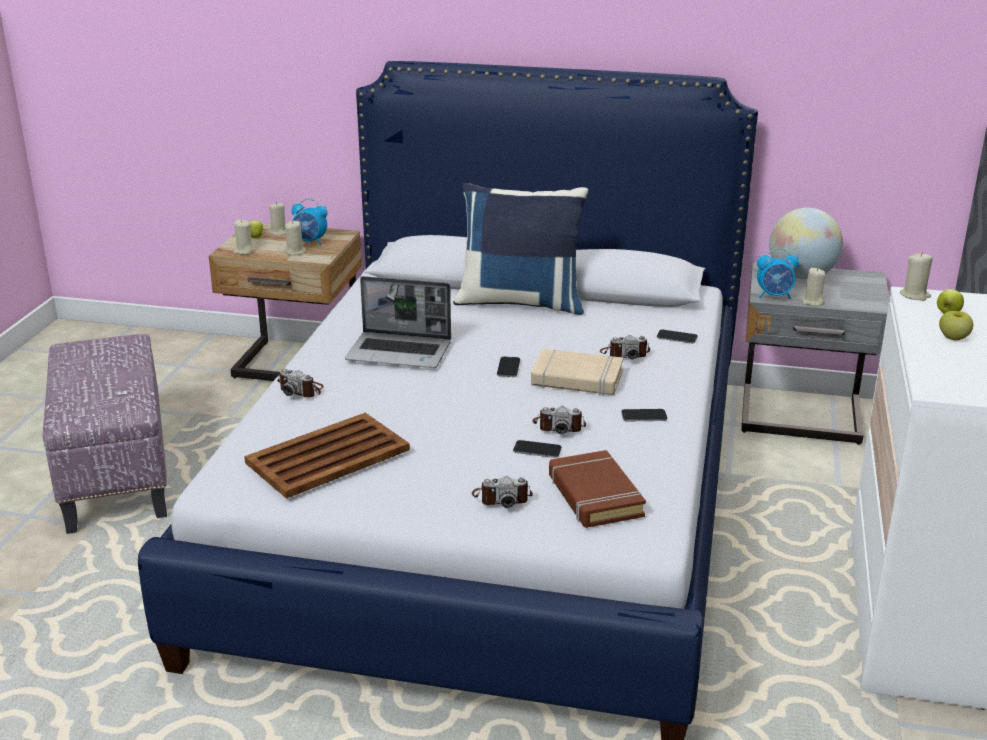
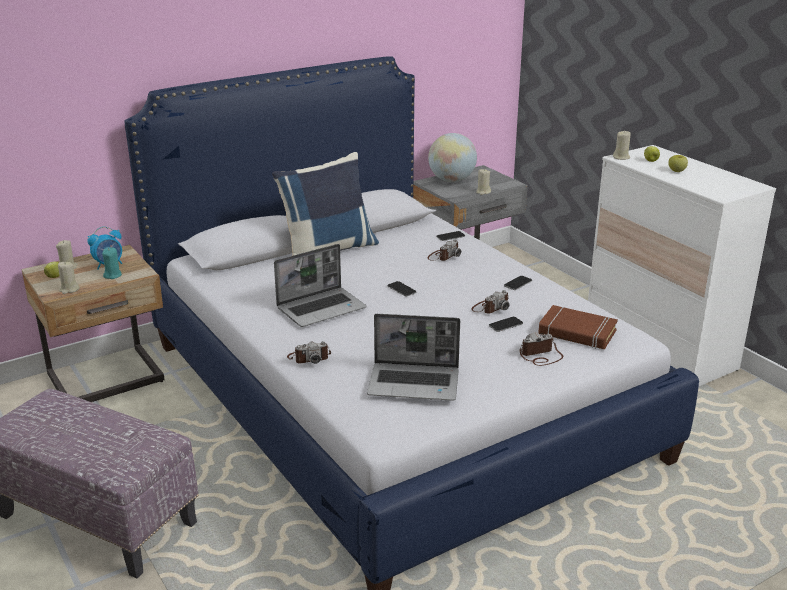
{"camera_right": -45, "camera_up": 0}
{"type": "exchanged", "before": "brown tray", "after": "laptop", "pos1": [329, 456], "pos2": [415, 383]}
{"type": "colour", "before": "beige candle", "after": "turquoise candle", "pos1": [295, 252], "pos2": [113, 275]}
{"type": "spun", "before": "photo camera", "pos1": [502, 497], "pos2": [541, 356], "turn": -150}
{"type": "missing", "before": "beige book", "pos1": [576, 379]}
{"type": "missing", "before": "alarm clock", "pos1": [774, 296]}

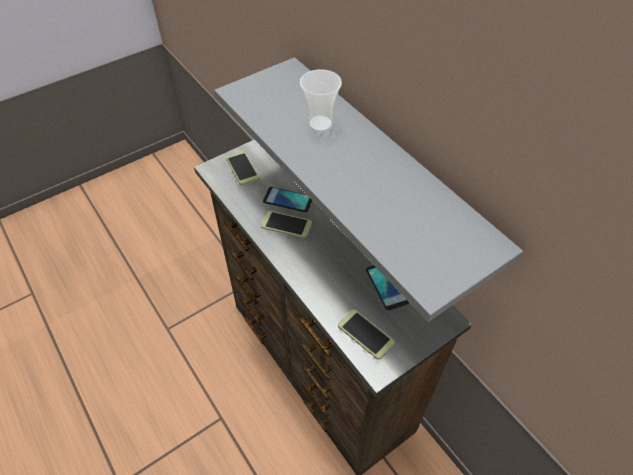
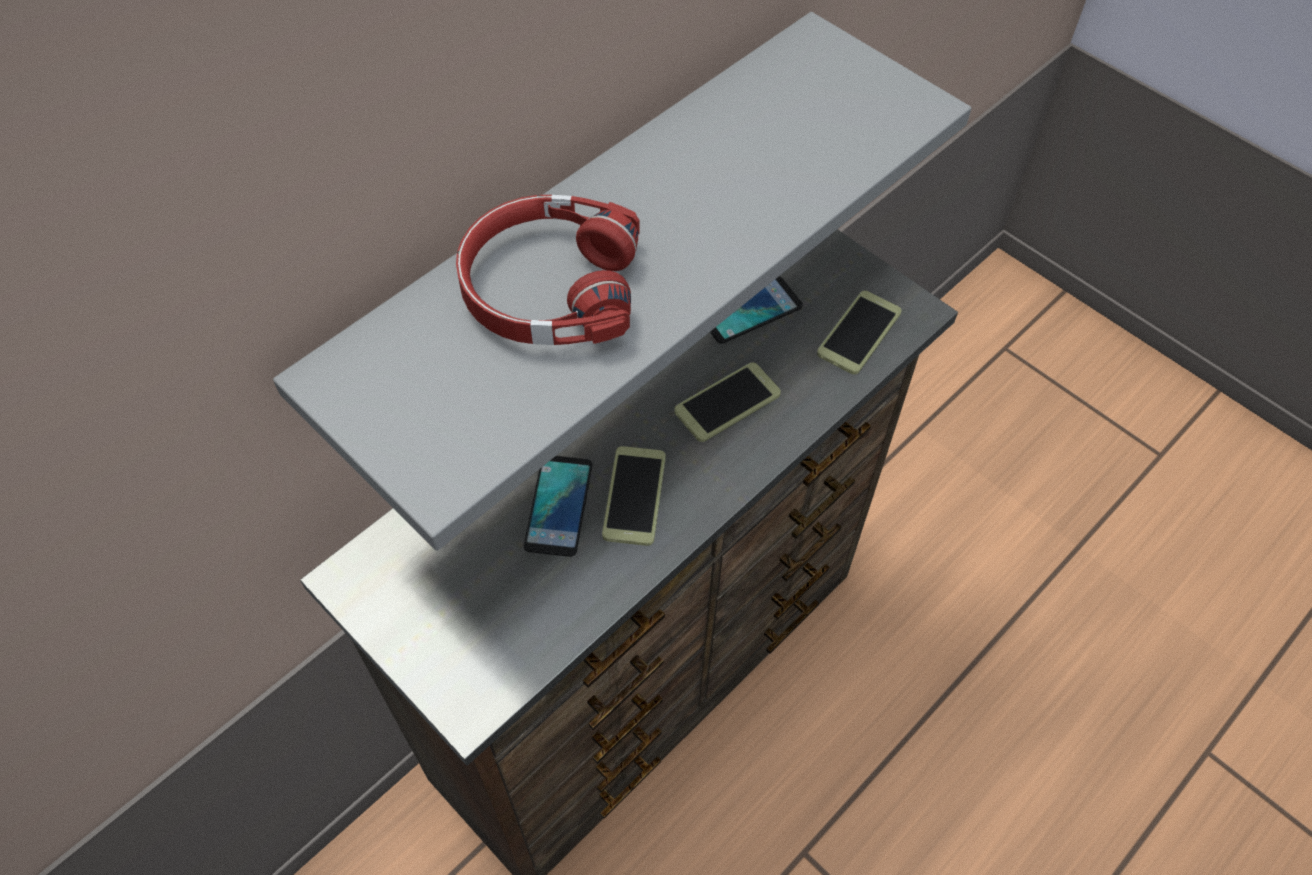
{"camera_right": -100, "camera_up": 5}
{"type": "relocated", "before": "phone", "pos1": [242, 168], "pos2": [727, 402]}
{"type": "exchanged", "before": "cup", "after": "red headphones", "pos1": [320, 124], "pos2": [548, 287]}

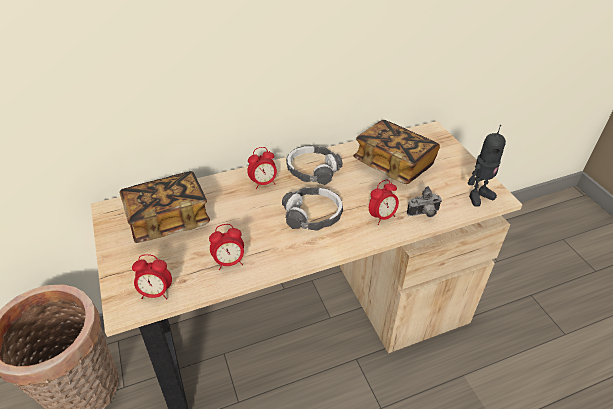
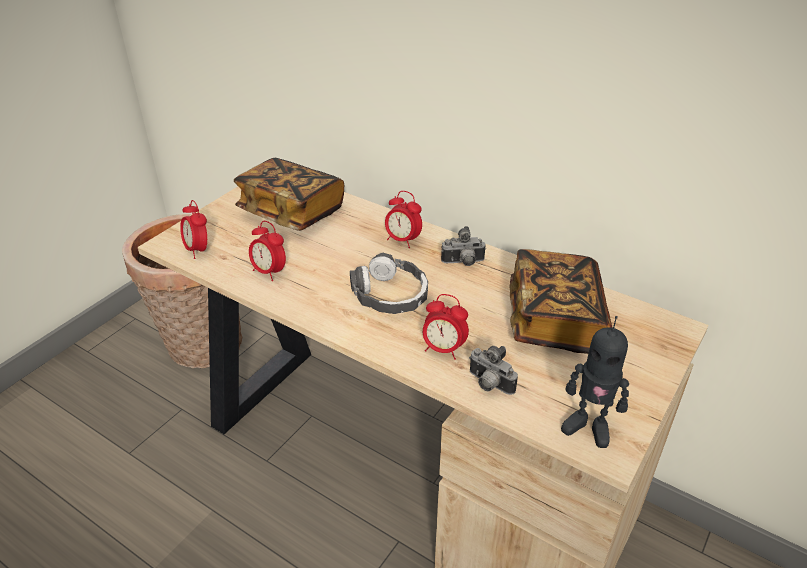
{"camera_right": 55, "camera_up": -5}
{"type": "exchanged", "before": "headphones", "after": "photo camera", "pos1": [312, 170], "pos2": [463, 263]}

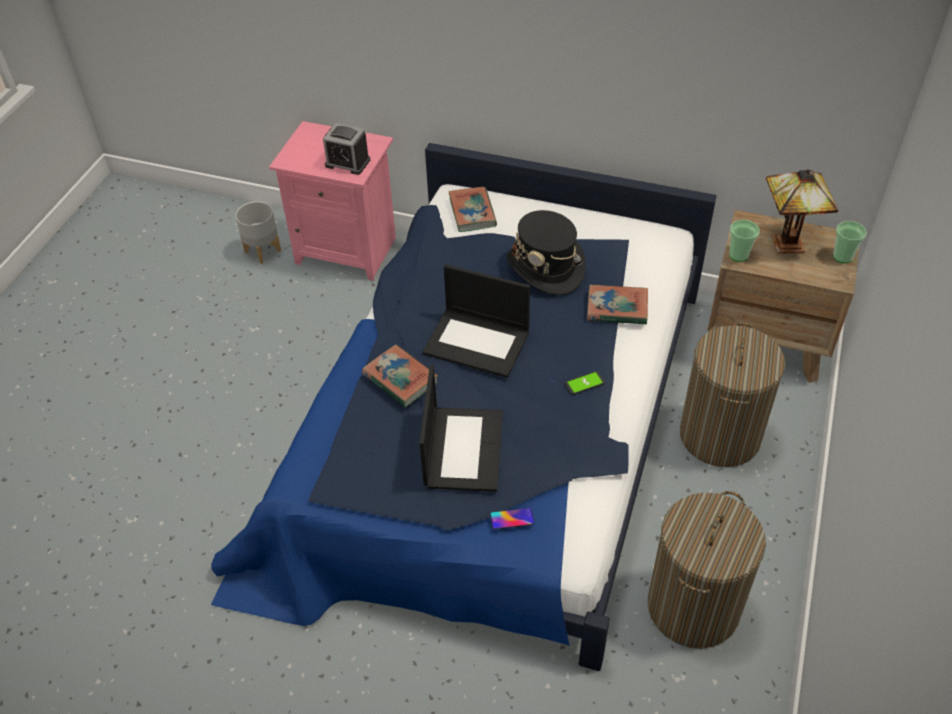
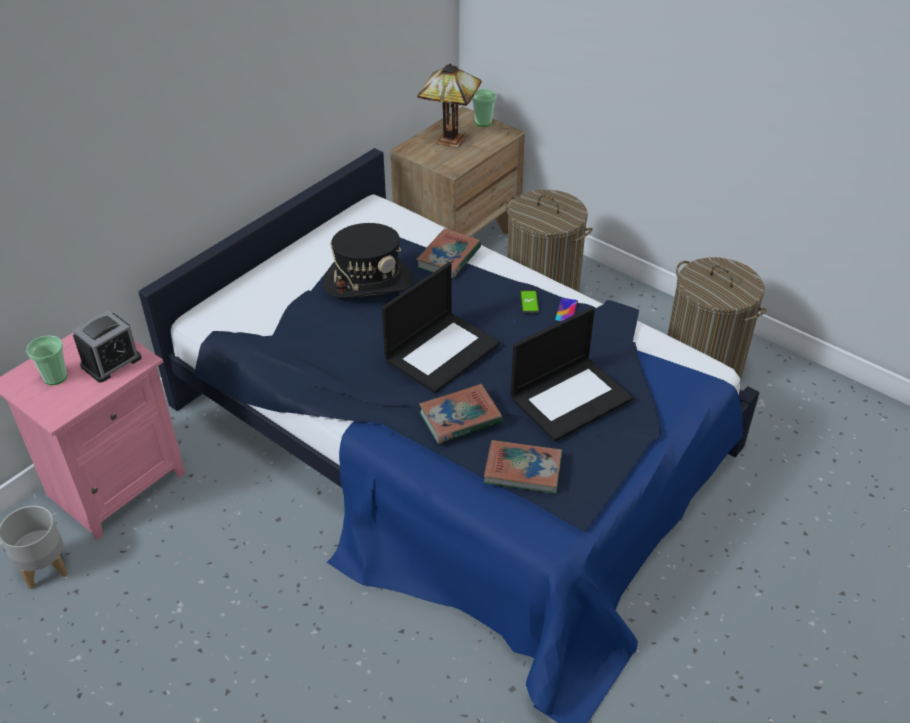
{"camera_right": -70, "camera_up": -5}
{"type": "spun", "before": "laptop", "pos1": [462, 448], "pos2": [571, 397], "turn": 120}
{"type": "relocated", "before": "book", "pos1": [472, 212], "pos2": [523, 470]}
{"type": "relocated", "before": "phone", "pos1": [512, 519], "pos2": [566, 311]}
{"type": "relocated", "before": "cup", "pos1": [738, 255], "pos2": [55, 377]}

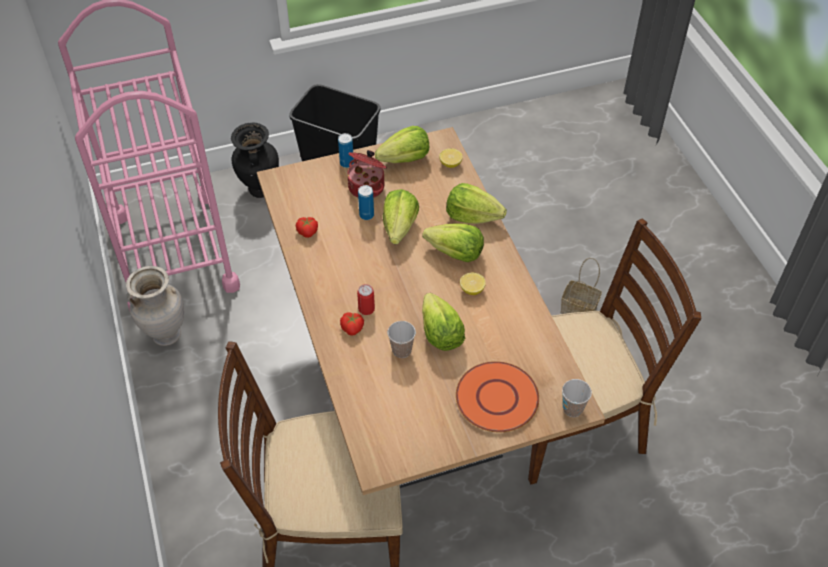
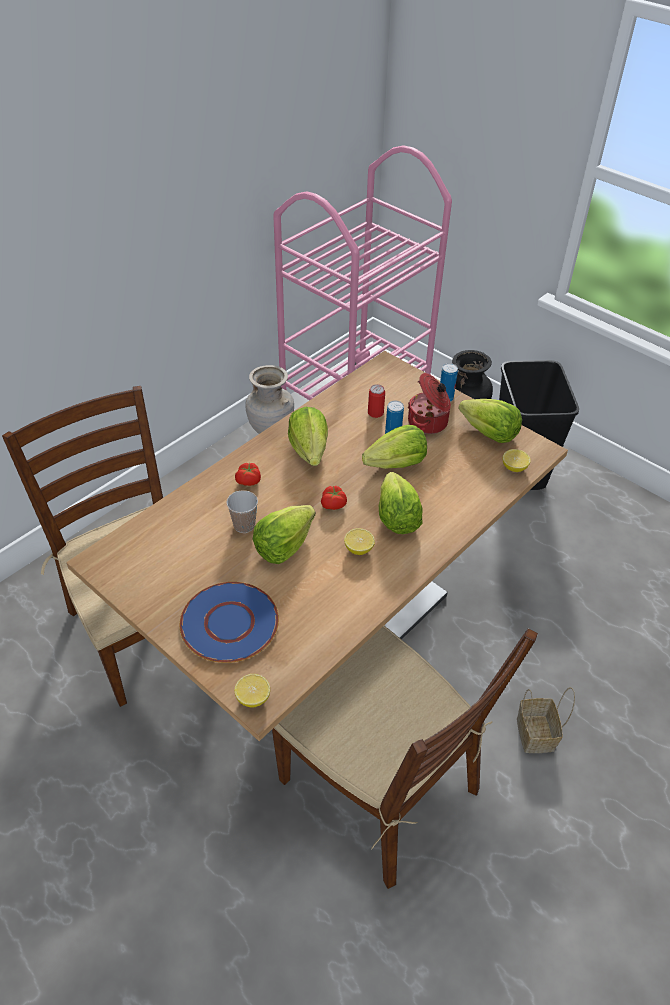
{"camera_right": 60, "camera_up": -5}
{"type": "relocated", "before": "tomato", "pos1": [308, 231], "pos2": [334, 504]}
{"type": "relocated", "before": "can", "pos1": [366, 309], "pos2": [375, 413]}
{"type": "relocated", "before": "lettuce", "pos1": [472, 216], "pos2": [309, 450]}
{"type": "colour", "before": "orange plate", "after": "blue plate", "pos1": [496, 398], "pos2": [229, 623]}
{"type": "exchanged", "before": "cup", "after": "lemon", "pos1": [572, 409], "pos2": [253, 698]}

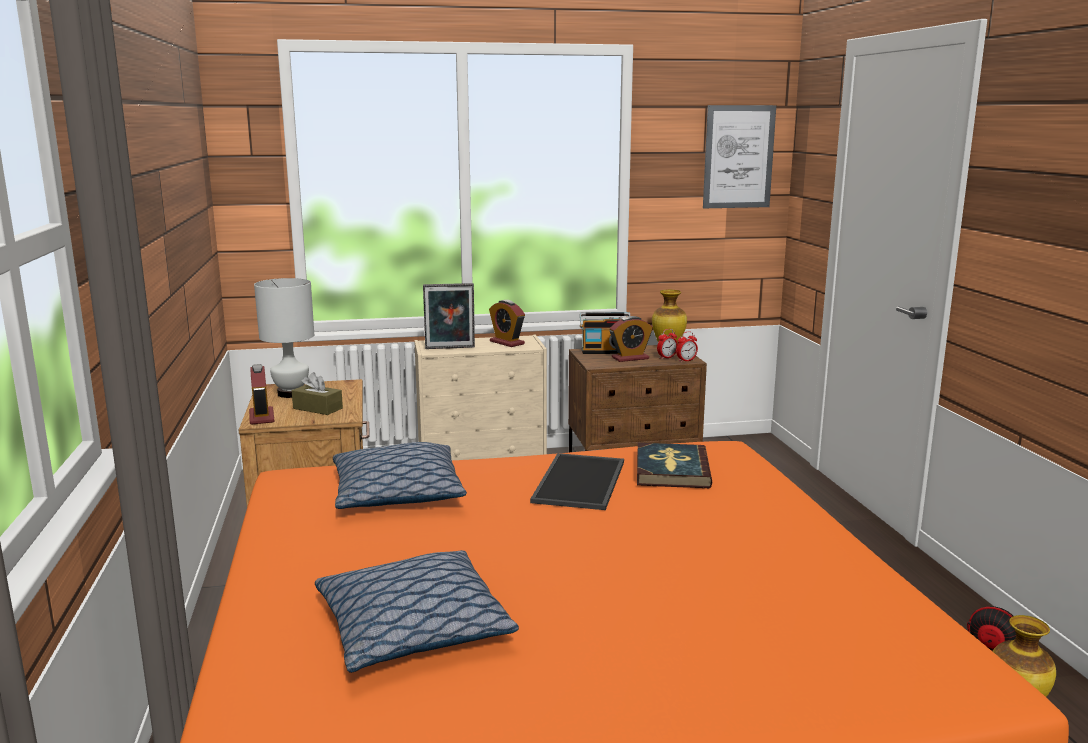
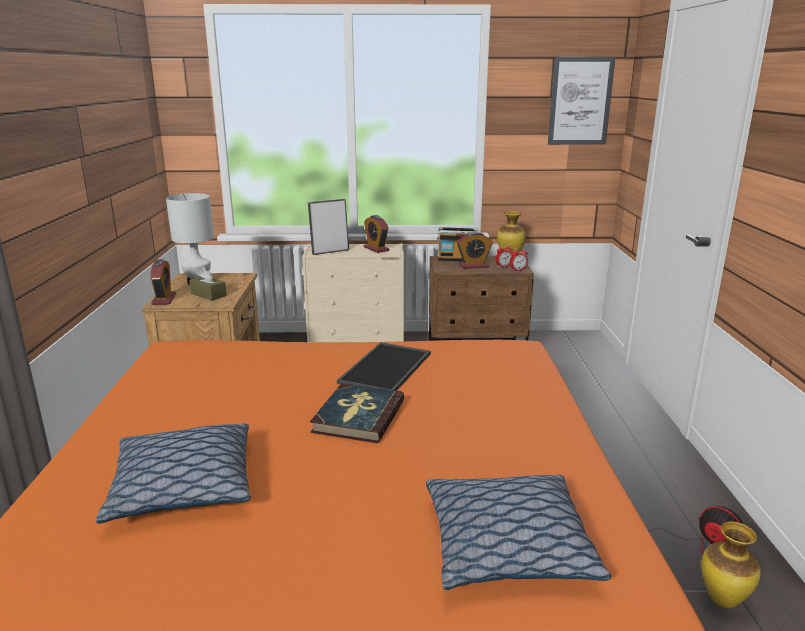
{"camera_right": 10, "camera_up": 5}
{"type": "relocated", "before": "pillow", "pos1": [397, 494], "pos2": [508, 546]}
{"type": "spun", "before": "picture frame", "pos1": [450, 348], "pos2": [329, 251], "turn": 150}
{"type": "relocated", "before": "book", "pos1": [671, 470], "pos2": [358, 416]}

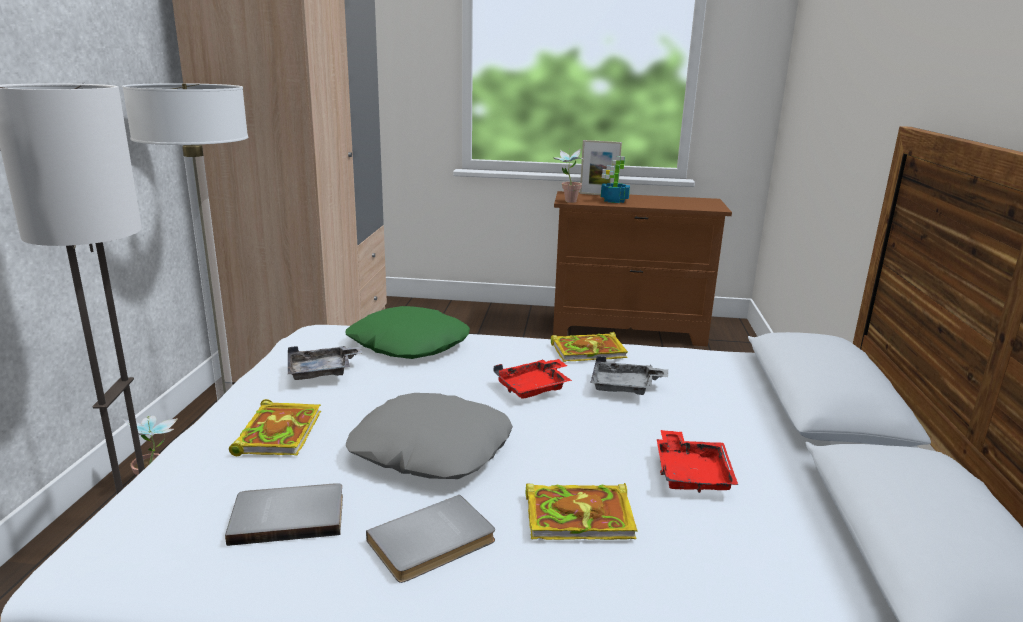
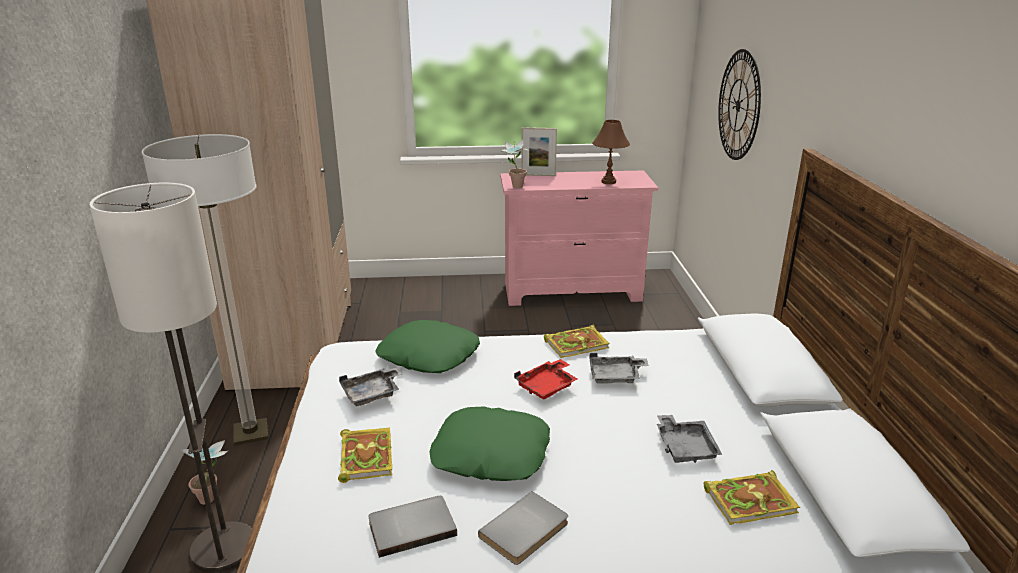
{"camera_right": -10, "camera_up": 5}
{"type": "colour", "before": "grey pillow", "after": "green pillow", "pos1": [431, 450], "pos2": [490, 454]}
{"type": "relocated", "before": "book", "pos1": [581, 516], "pos2": [751, 500]}
{"type": "colour", "before": "brown dresser", "after": "pink dresser", "pos1": [628, 330], "pos2": [573, 292]}
{"type": "missing", "before": "potted plant", "pos1": [614, 200]}
{"type": "colour", "before": "red tray", "after": "grey tray", "pos1": [691, 473], "pos2": [685, 447]}
{"type": "appeared", "after": "brown table lamp", "pos2": [609, 182]}
{"type": "appeared", "after": "wall clock", "pos2": [738, 105]}

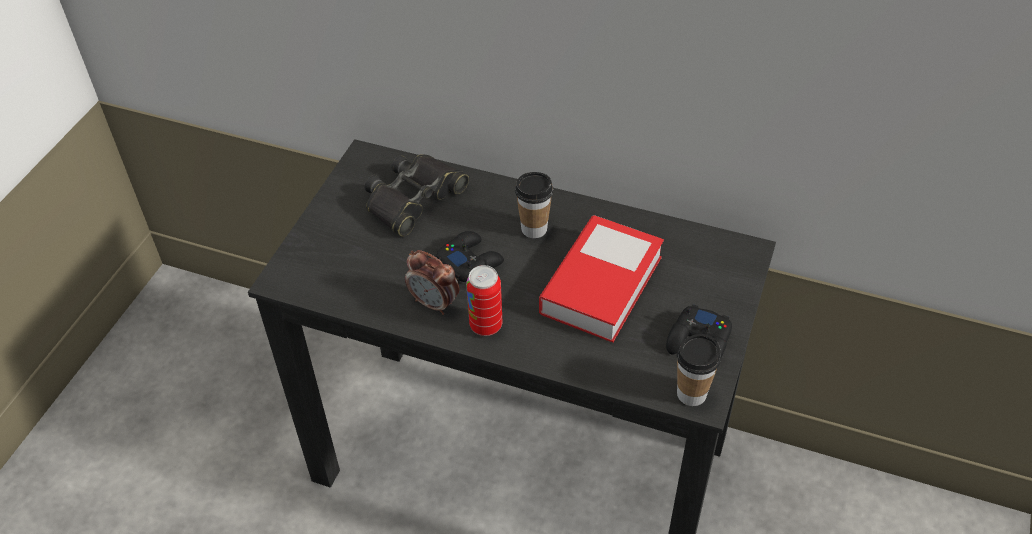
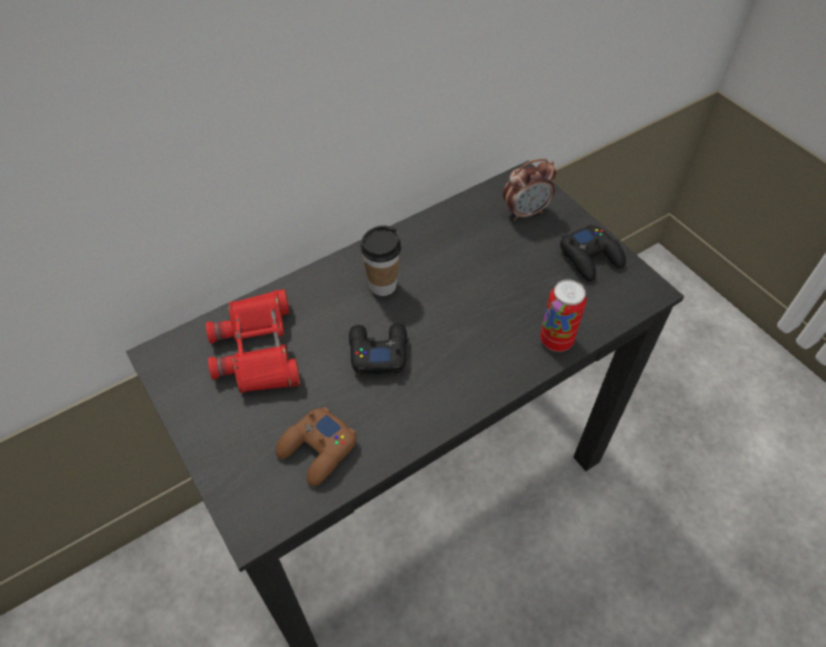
{"camera_right": -55, "camera_up": 5}
{"type": "colour", "before": "black binoculars", "after": "red binoculars", "pos1": [413, 199], "pos2": [258, 349]}
{"type": "relocated", "before": "alarm clock", "pos1": [434, 303], "pos2": [525, 212]}
{"type": "relocated", "before": "can", "pos1": [486, 325], "pos2": [556, 340]}
{"type": "missing", "before": "book", "pos1": [601, 285]}
{"type": "missing", "before": "cup", "pos1": [691, 394]}
{"type": "appeared", "after": "brown game controller", "pos2": [317, 450]}

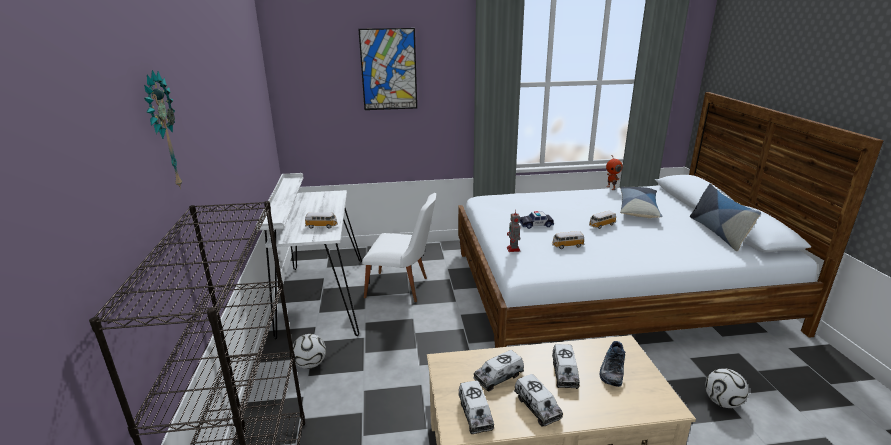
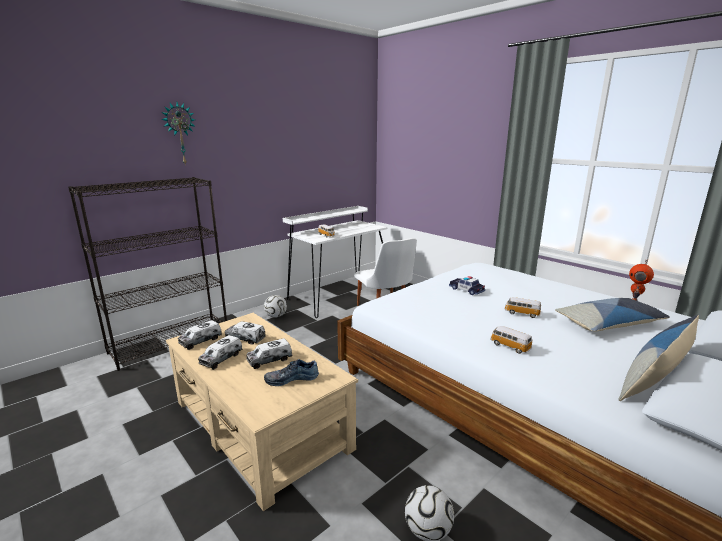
{"camera_right": 55, "camera_up": -5}
{"type": "missing", "before": "picture", "pos1": [388, 69]}
{"type": "missing", "before": "toy robot", "pos1": [513, 249]}
{"type": "relocated", "before": "toy car", "pos1": [567, 246], "pos2": [509, 346]}

